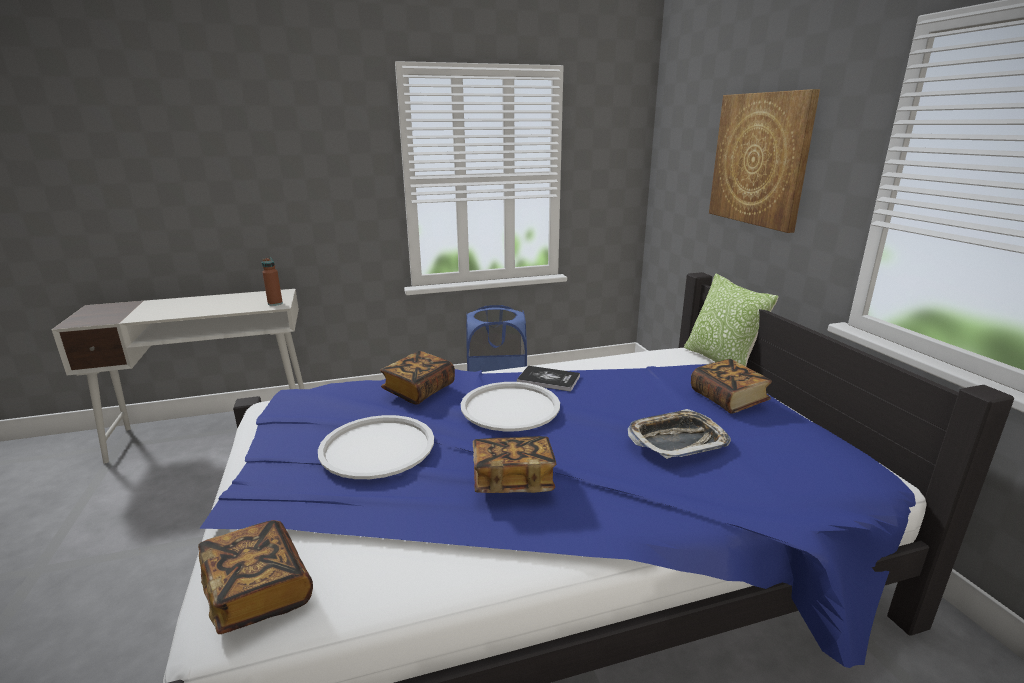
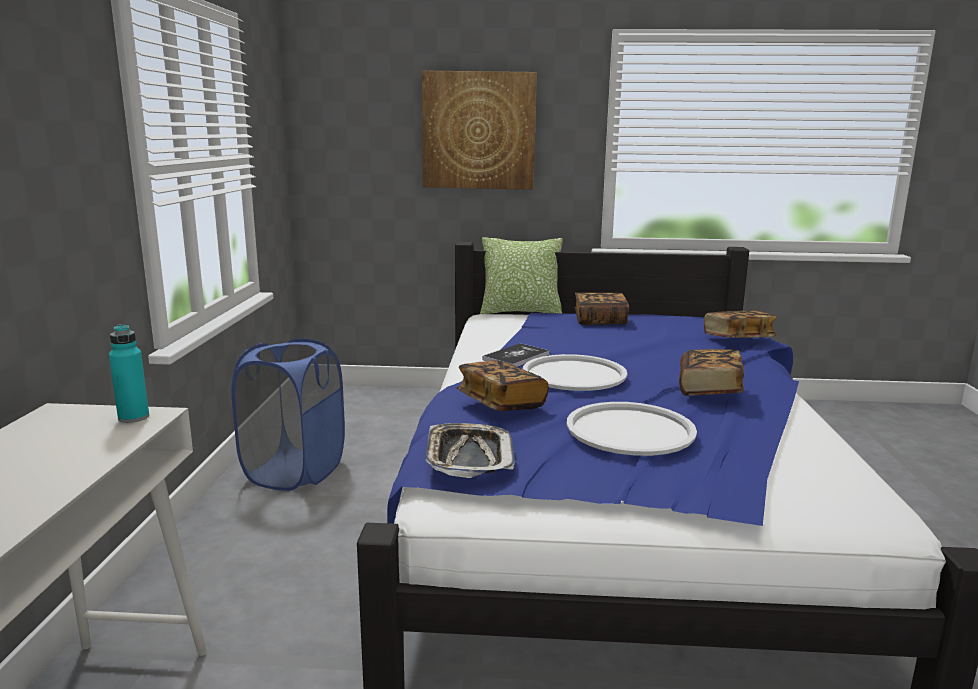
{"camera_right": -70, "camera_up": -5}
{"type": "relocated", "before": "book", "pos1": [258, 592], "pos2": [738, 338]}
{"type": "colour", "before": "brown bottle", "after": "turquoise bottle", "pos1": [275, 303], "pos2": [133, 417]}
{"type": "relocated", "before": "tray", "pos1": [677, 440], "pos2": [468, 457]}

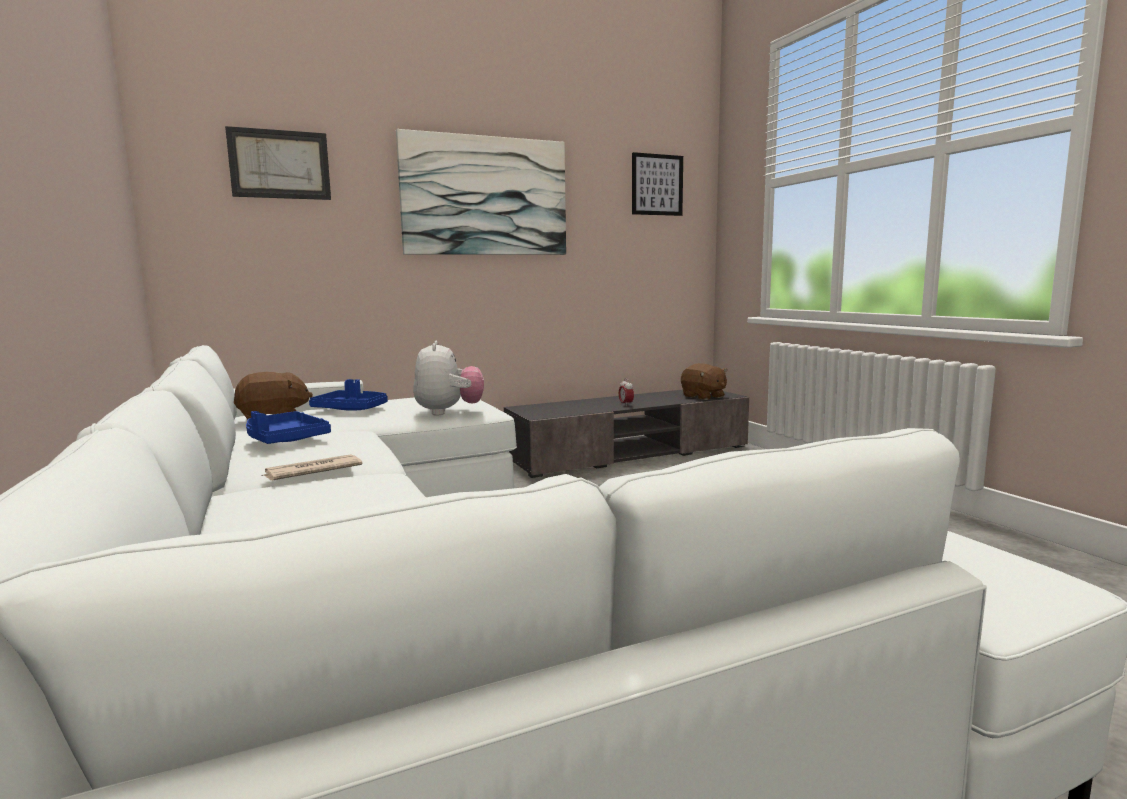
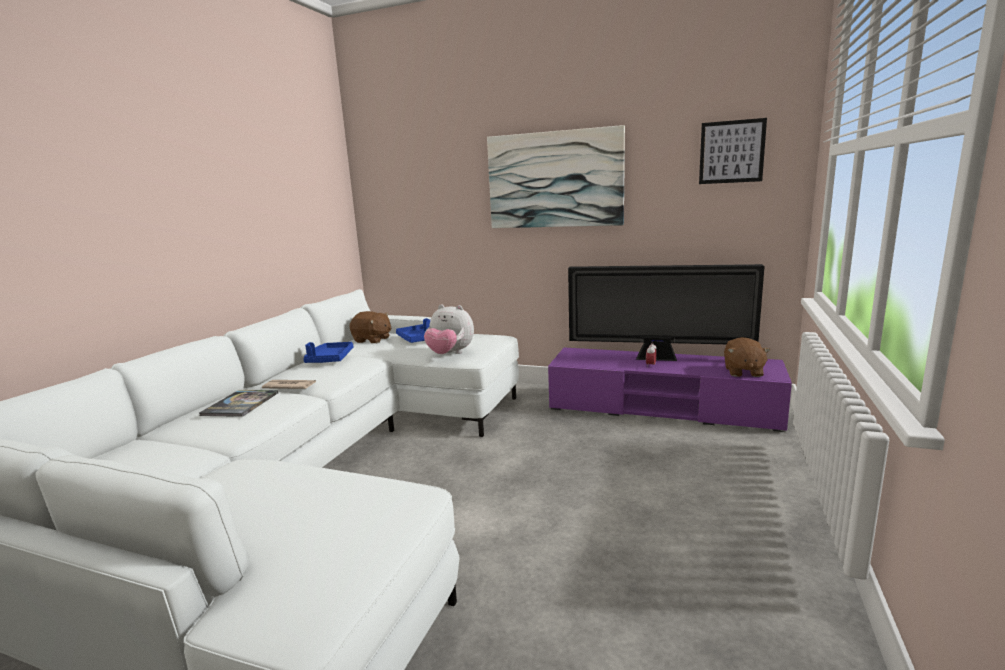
{"camera_right": 45, "camera_up": 5}
{"type": "missing", "before": "picture", "pos1": [280, 164]}
{"type": "spun", "before": "plush toy", "pos1": [448, 412], "pos2": [450, 354], "turn": 75}
{"type": "colour", "before": "grey tv stand", "after": "purple tv stand", "pos1": [629, 453], "pos2": [662, 408]}
{"type": "appeared", "after": "book", "pos2": [240, 404]}
{"type": "appeared", "after": "television", "pos2": [659, 358]}

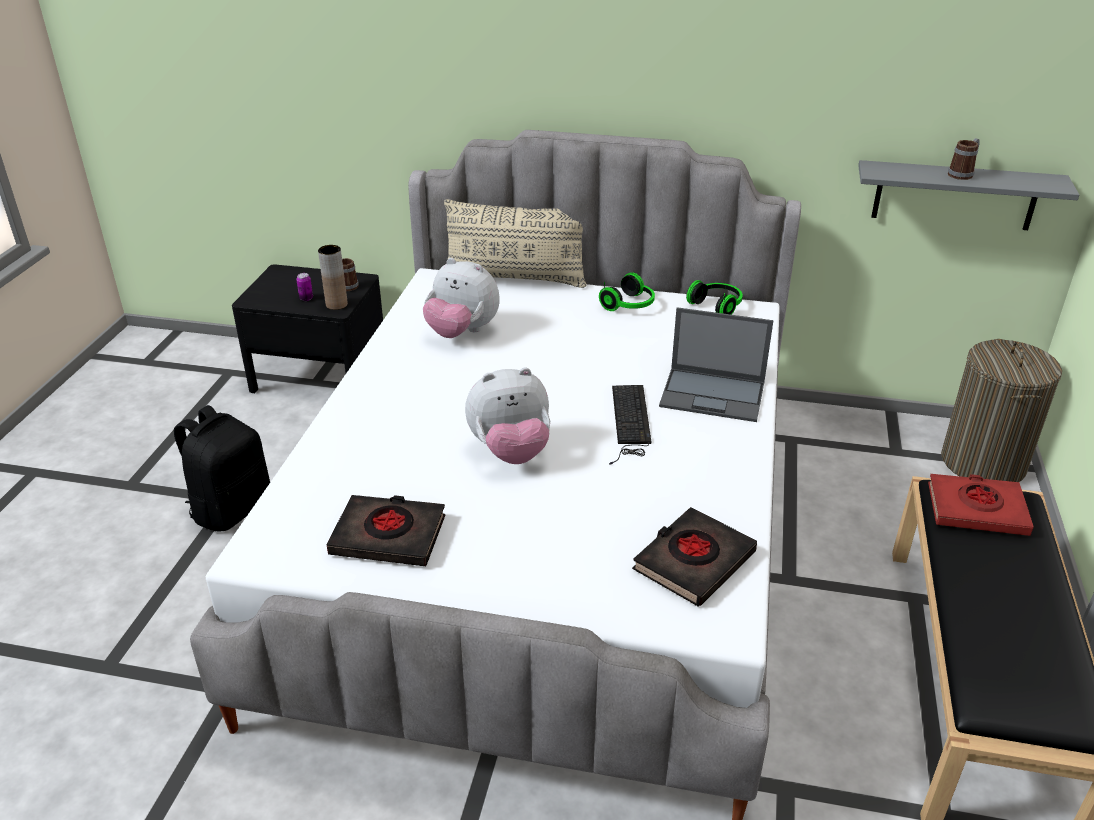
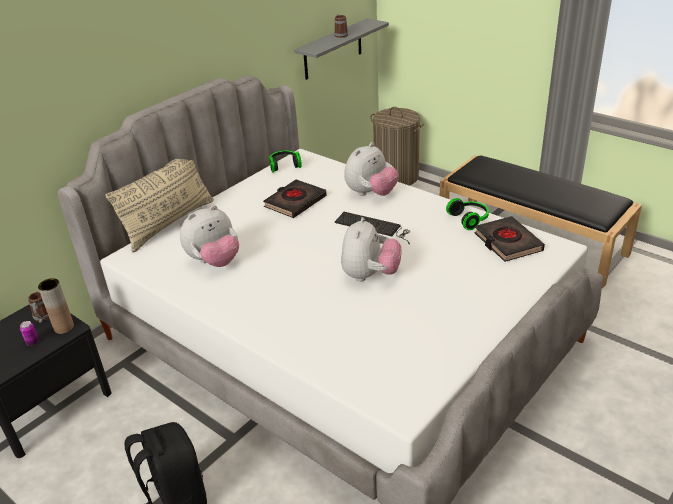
{"camera_right": -60, "camera_up": 0}
{"type": "relocated", "before": "black book", "pos1": [389, 536], "pos2": [295, 202]}
{"type": "relocated", "before": "headphones", "pos1": [630, 306], "pos2": [469, 219]}
{"type": "exchanged", "before": "laptop", "after": "plush toy", "pos1": [714, 395], "pos2": [371, 194]}
{"type": "missing", "before": "red book", "pos1": [976, 510]}

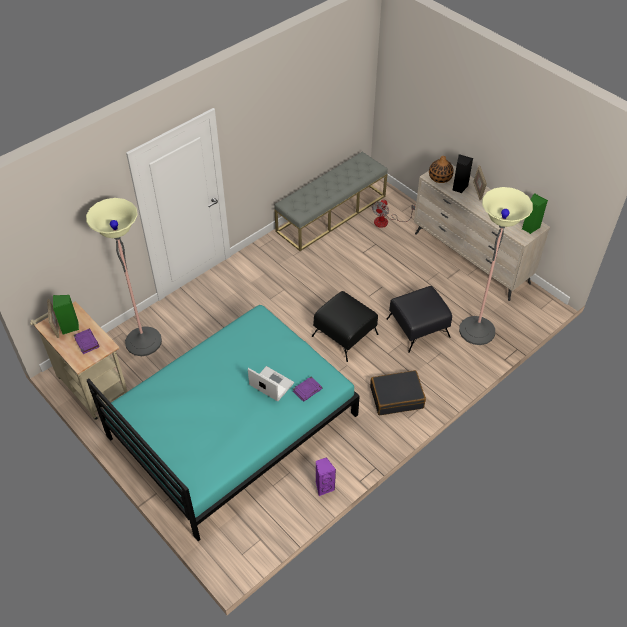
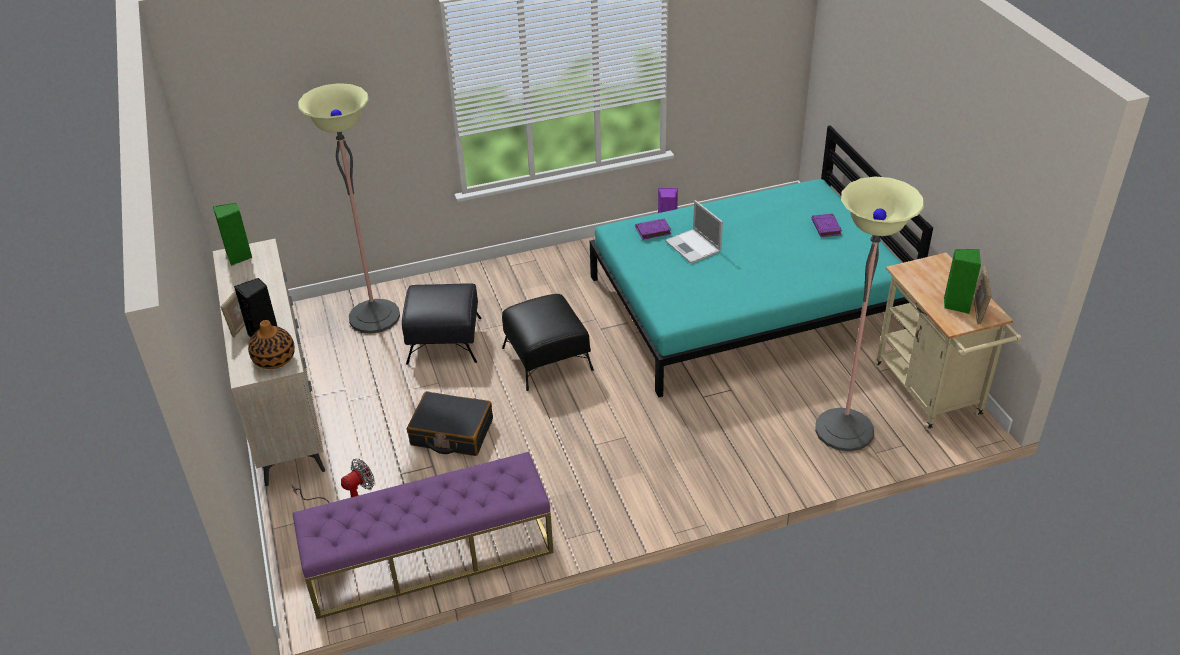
{"camera_right": -155, "camera_up": -10}
{"type": "relocated", "before": "purple book", "pos1": [86, 342], "pos2": [826, 228]}
{"type": "colour", "before": "grey bench", "after": "purple bench", "pos1": [331, 213], "pos2": [429, 557]}
{"type": "relocated", "before": "black suitcase", "pos1": [396, 397], "pos2": [451, 433]}

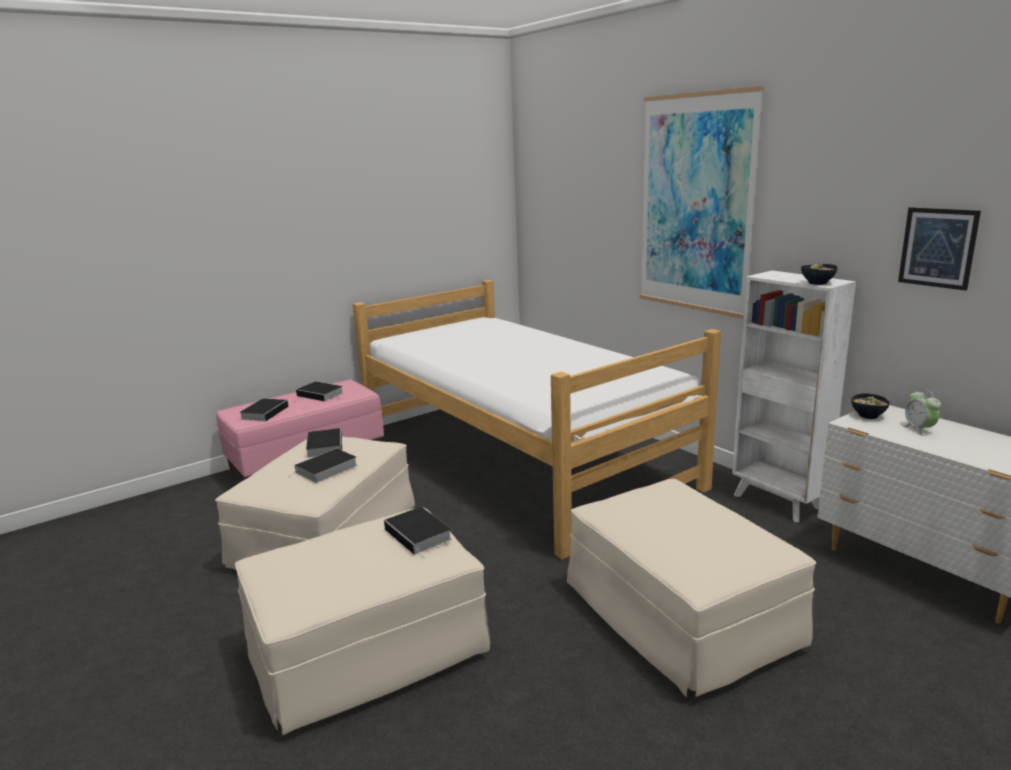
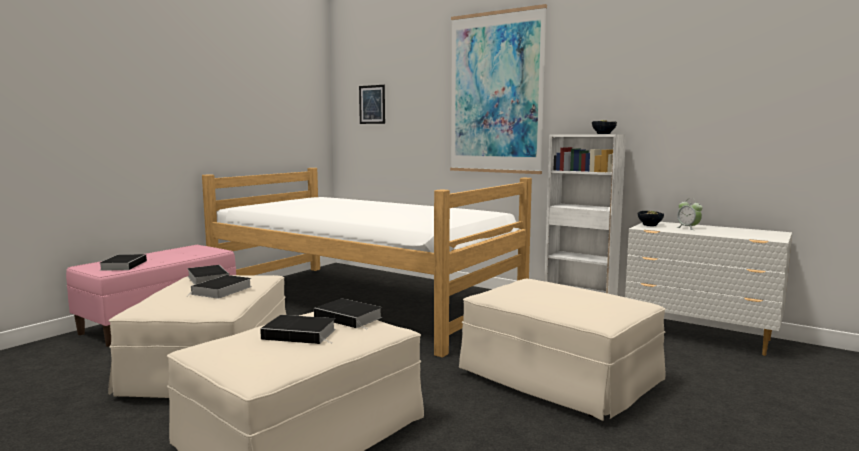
{"camera_right": -20, "camera_up": -10}
{"type": "relocated", "before": "book", "pos1": [321, 394], "pos2": [301, 334]}
{"type": "relocated", "before": "picture", "pos1": [937, 248], "pos2": [372, 104]}

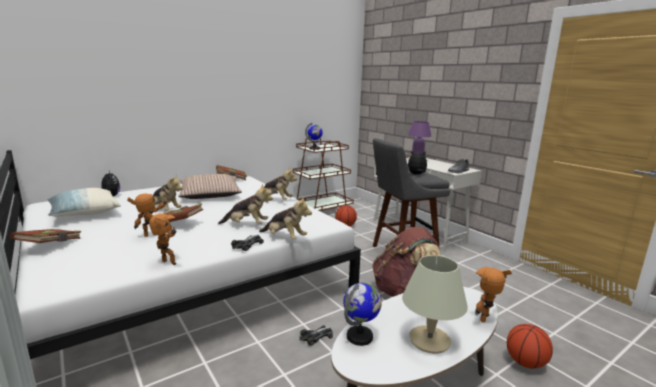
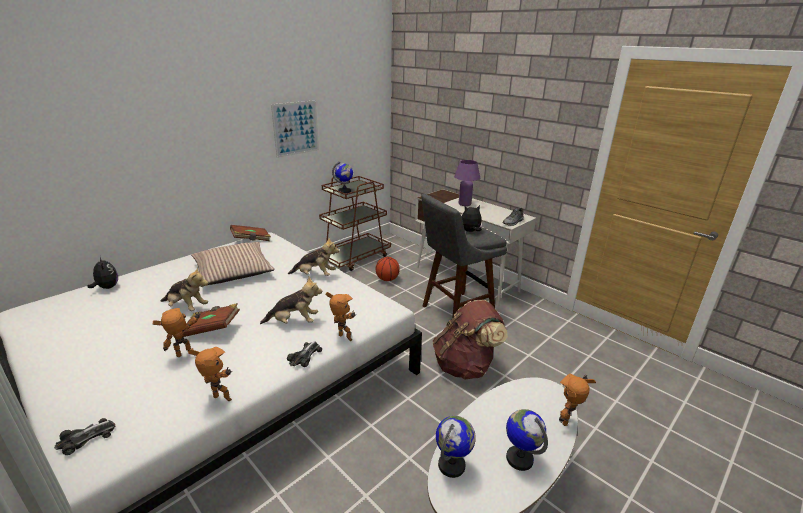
{"camera_right": -10, "camera_up": 10}
{"type": "missing", "before": "brown book", "pos1": [50, 245]}
{"type": "missing", "before": "pillow", "pos1": [84, 213]}
{"type": "exchanged", "before": "plush toy", "after": "toy robot", "pos1": [285, 238], "pos2": [343, 339]}
{"type": "relocated", "before": "toy car", "pos1": [316, 337], "pos2": [86, 438]}
{"type": "exchanged", "before": "beige table lamp", "after": "globe", "pos1": [429, 340], "pos2": [519, 458]}
{"type": "missing", "before": "basketball", "pos1": [525, 362]}
{"type": "appeared", "after": "picture", "pos2": [296, 128]}

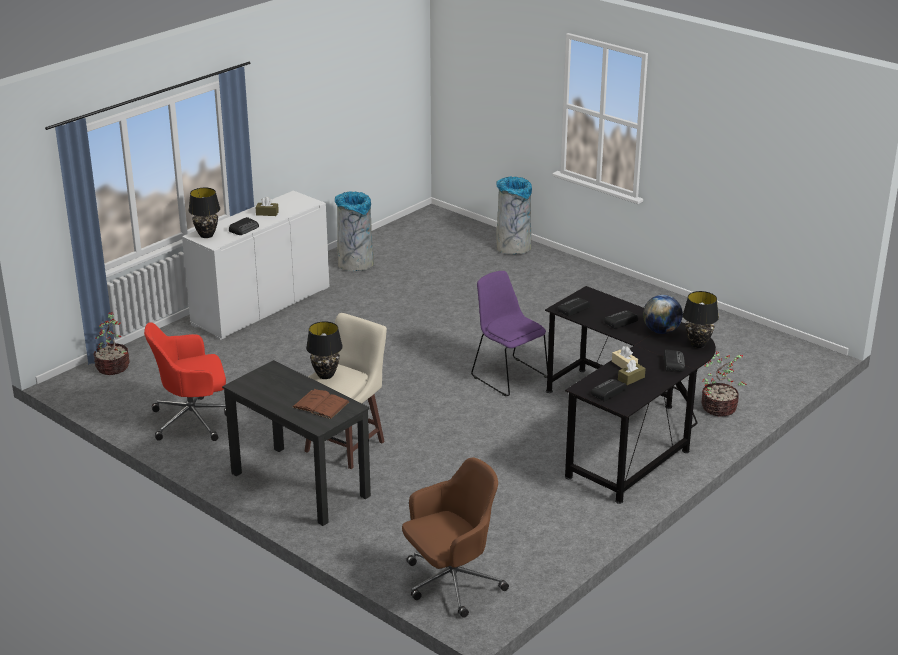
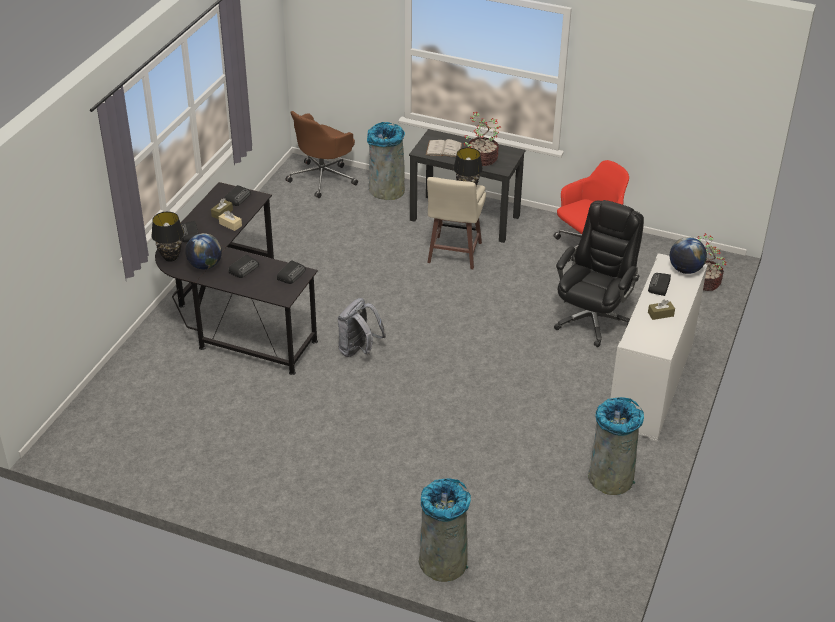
{"camera_right": 160, "camera_up": 10}
{"type": "exchanged", "before": "black table lamp", "after": "globe", "pos1": [206, 235], "pos2": [685, 270]}
{"type": "colour", "before": "brown book", "after": "white book", "pos1": [320, 404], "pos2": [444, 149]}
{"type": "exchanged", "before": "purple chair", "after": "grey backpack", "pos1": [508, 376], "pos2": [358, 350]}
{"type": "relocated", "before": "potted plant", "pos1": [720, 408], "pos2": [481, 159]}
{"type": "appeared", "after": "grey trash can", "pos2": [386, 190]}
{"type": "appeared", "after": "black office chair", "pos2": [593, 319]}

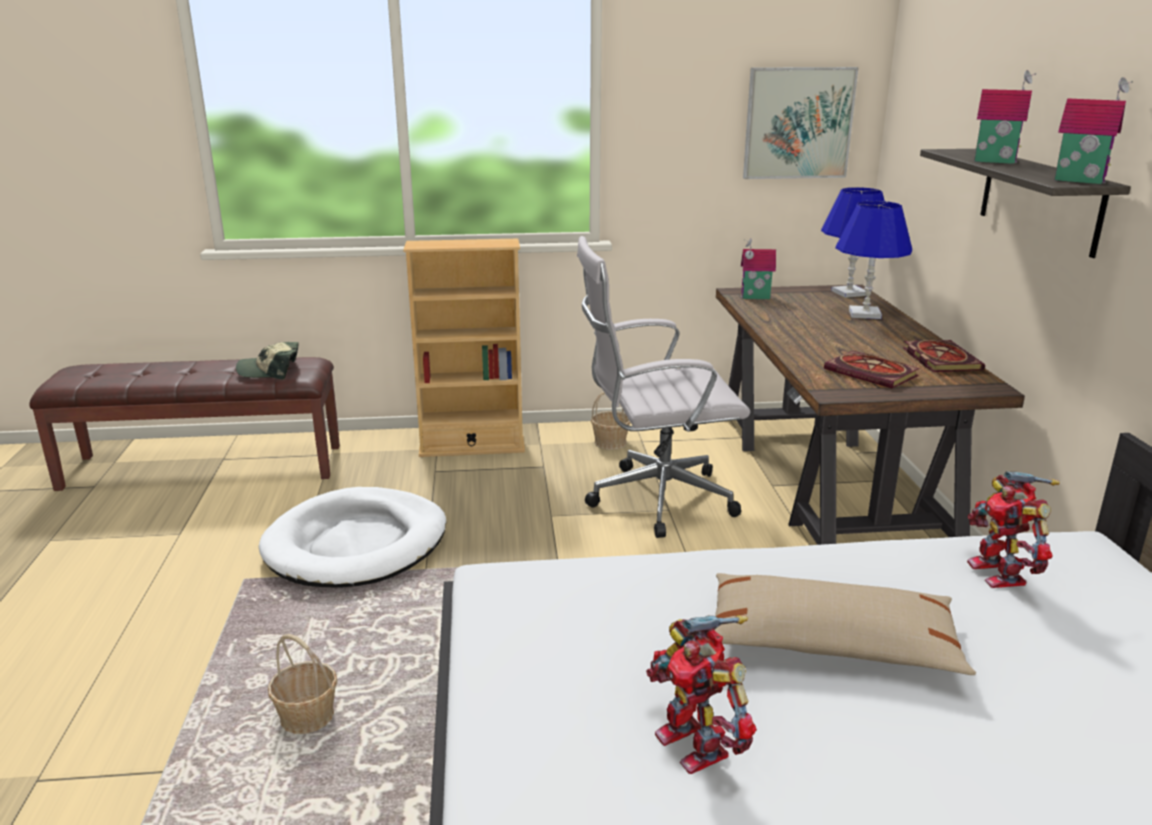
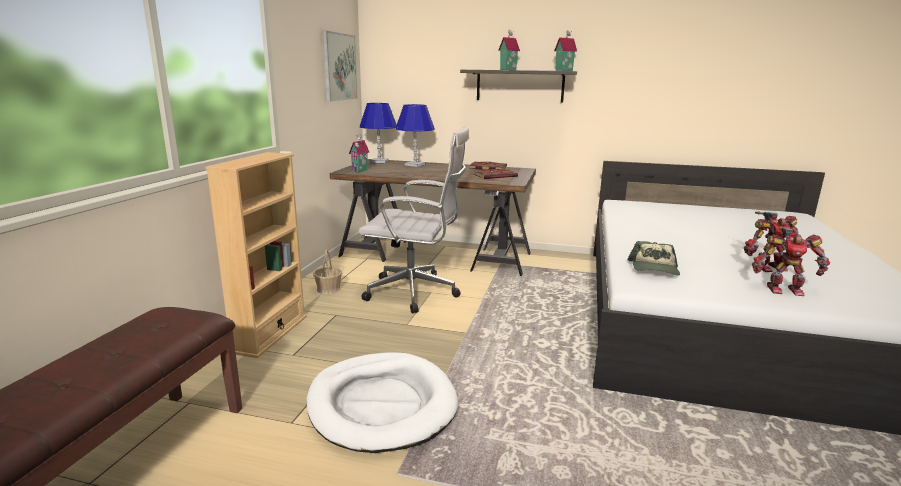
{"camera_right": -70, "camera_up": -5}
{"type": "relocated", "before": "cap", "pos1": [270, 371], "pos2": [654, 269]}
{"type": "missing", "before": "basket", "pos1": [307, 717]}
{"type": "spun", "before": "white office chair", "pos1": [654, 500], "pos2": [416, 293], "turn": -90}
{"type": "missing", "before": "beige pillow", "pos1": [830, 643]}
{"type": "relocated", "before": "toy robot", "pos1": [1000, 573], "pos2": [783, 289]}

